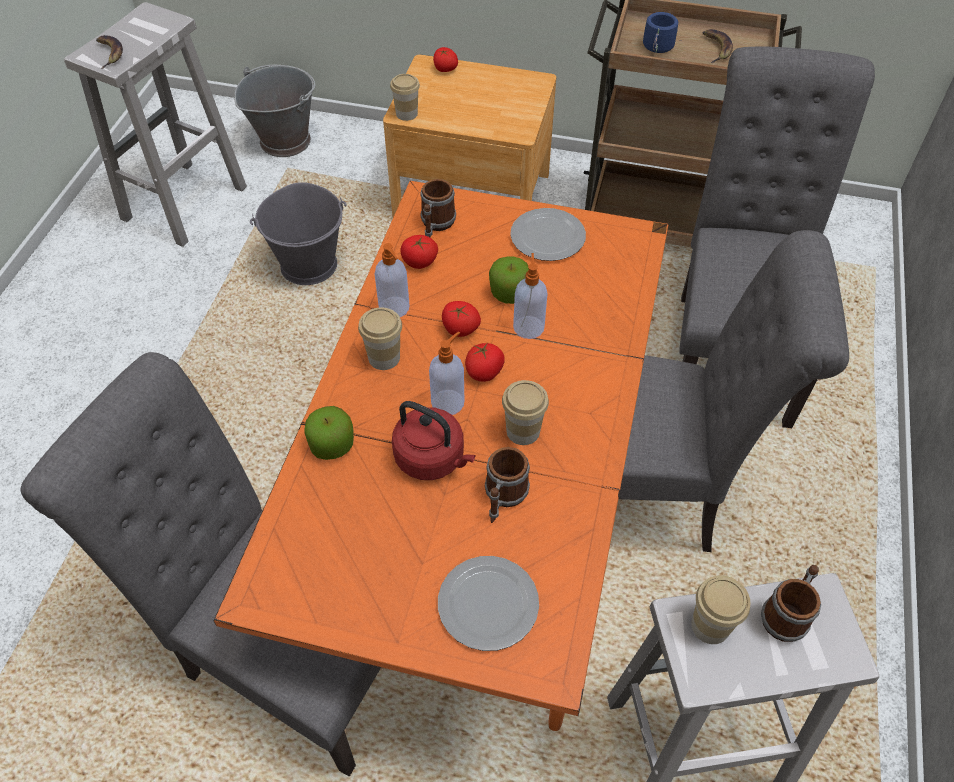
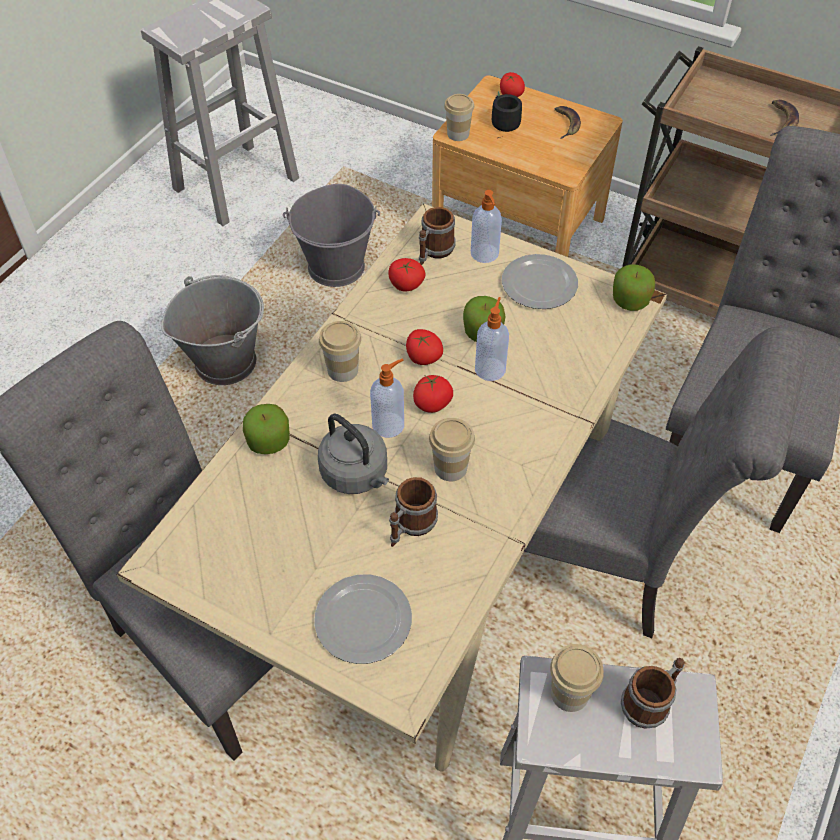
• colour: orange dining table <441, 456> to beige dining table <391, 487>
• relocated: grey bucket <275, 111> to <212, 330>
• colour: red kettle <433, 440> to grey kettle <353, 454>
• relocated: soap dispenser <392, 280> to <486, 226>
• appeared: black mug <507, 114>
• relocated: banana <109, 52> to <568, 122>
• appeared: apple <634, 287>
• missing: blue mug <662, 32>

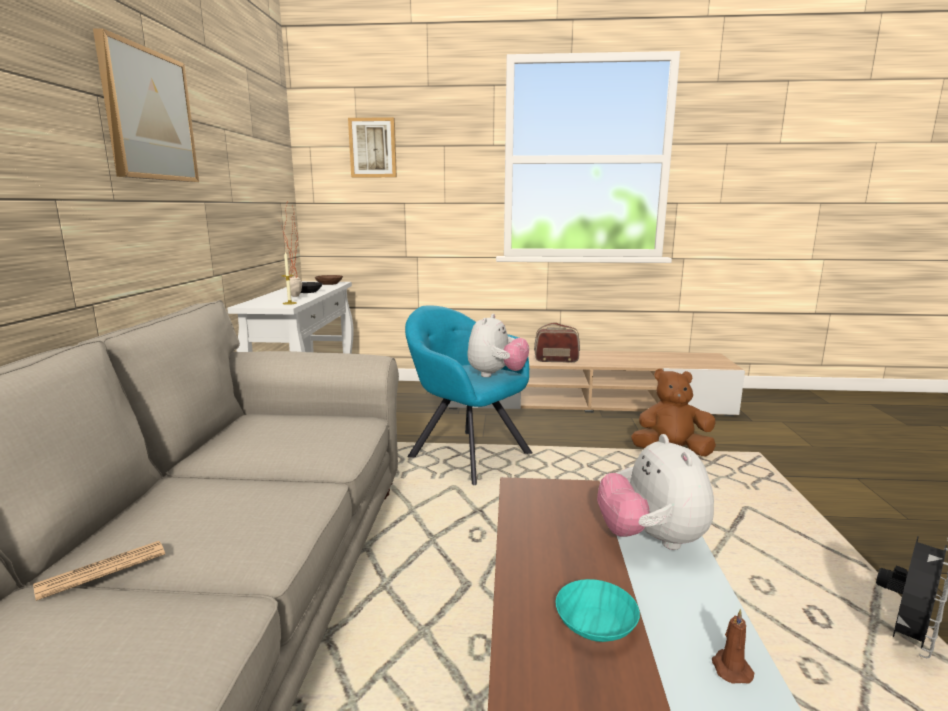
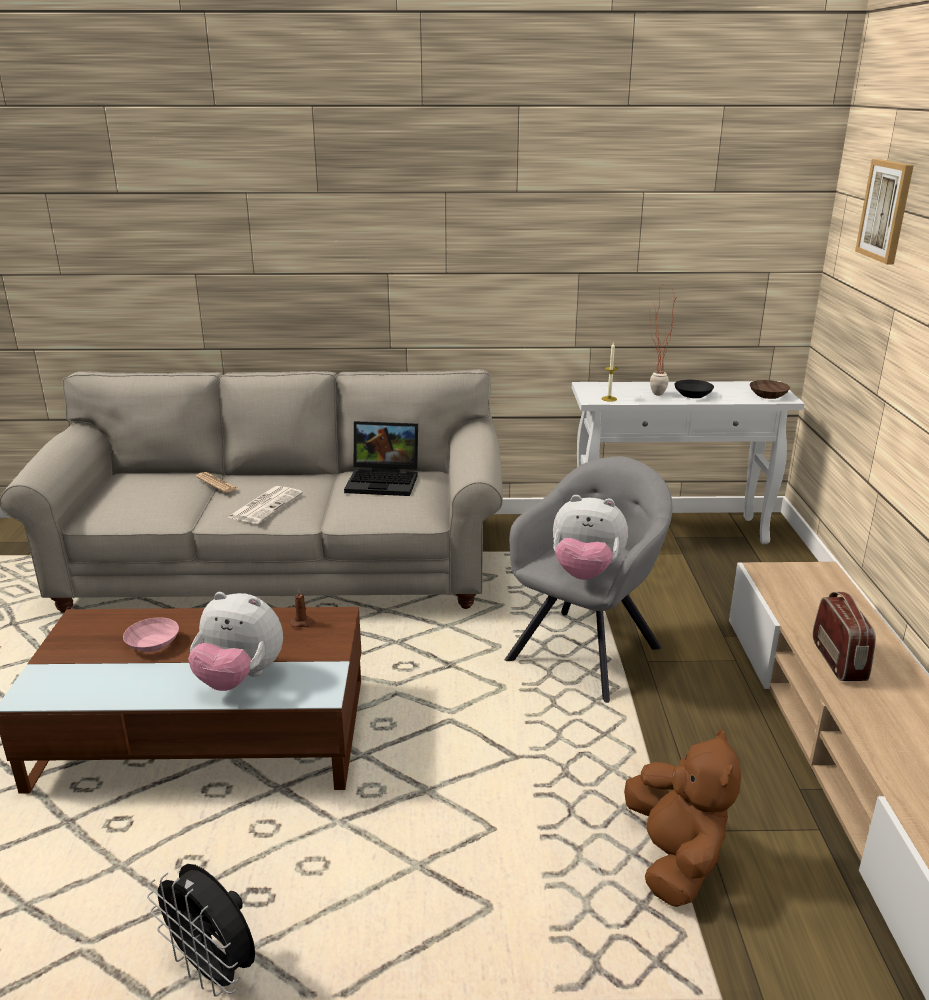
• colour: turquoise bowl <598, 610> to pink bowl <151, 635>
• spun: plush toy <655, 492> = <235, 641> 150 degrees counterclockwise
• appeared: newspaper <265, 505>
• relocated: brown candle <733, 646> to <303, 607>
• appeared: laptop <381, 458>
• colour: turquoise armchair <468, 395> to grey armchair <588, 579>
• missing: picture <146, 105>

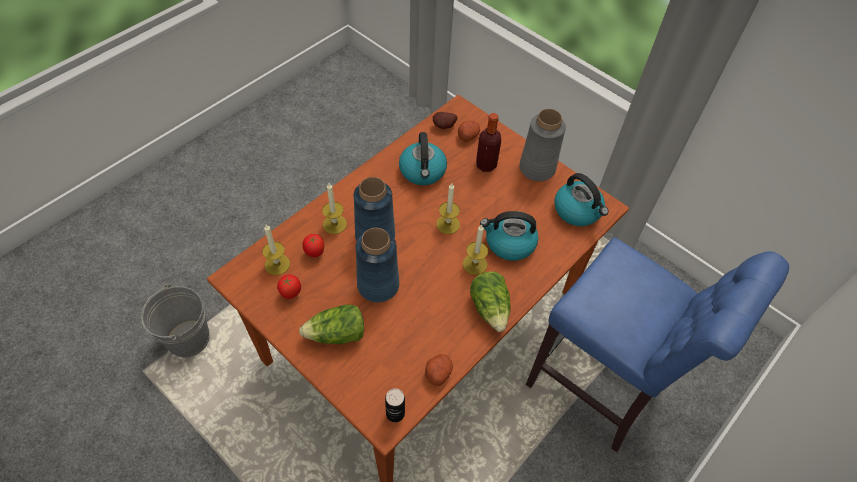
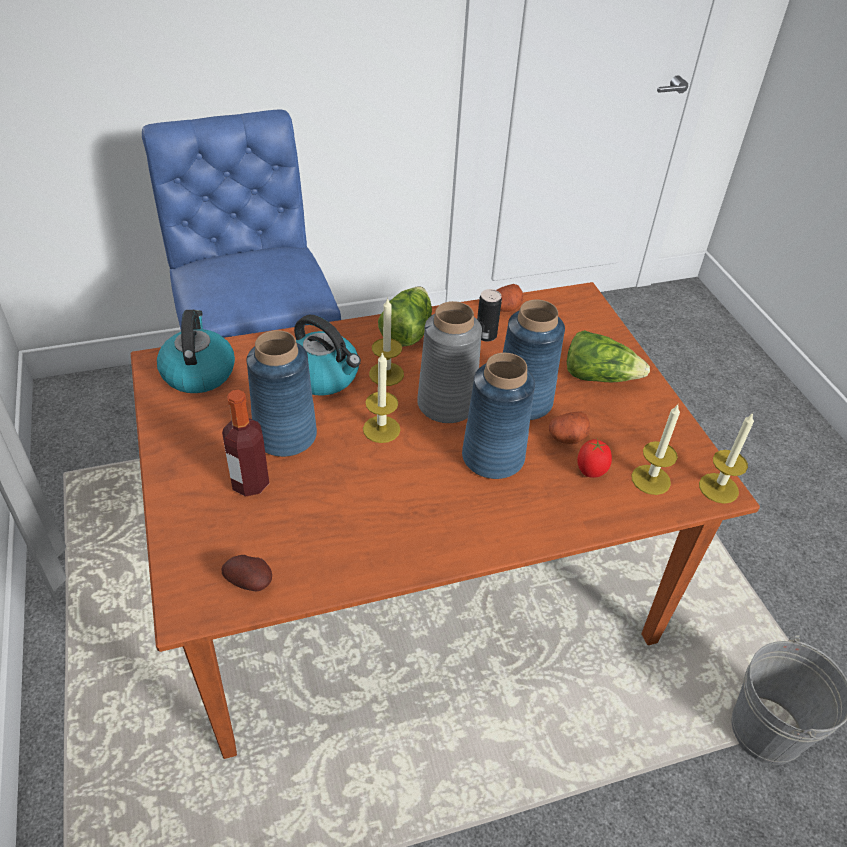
• appeared: blue vase <281, 393>
• relocated: grey vase <542, 145> to <449, 362>
• relocated: can <395, 405> to <489, 315>
• relocated: potato <469, 131> to <569, 427>
• relocated: candle <334, 208> to <726, 458>
• missing: tomato <289, 286>
• missing: kettle <423, 158>

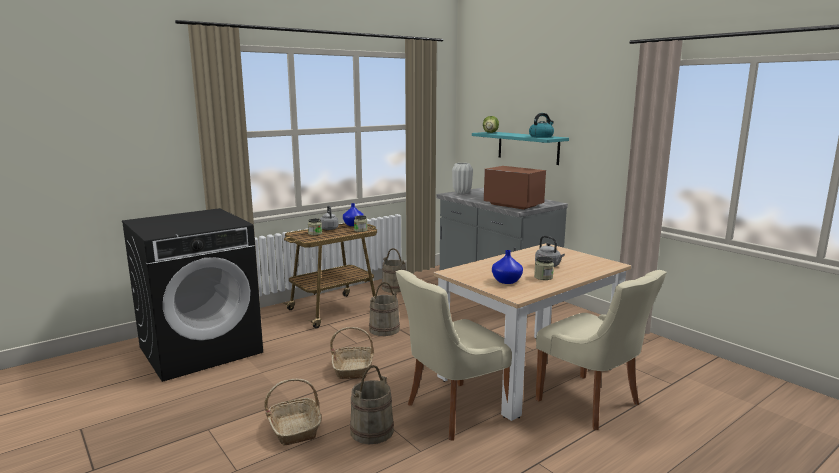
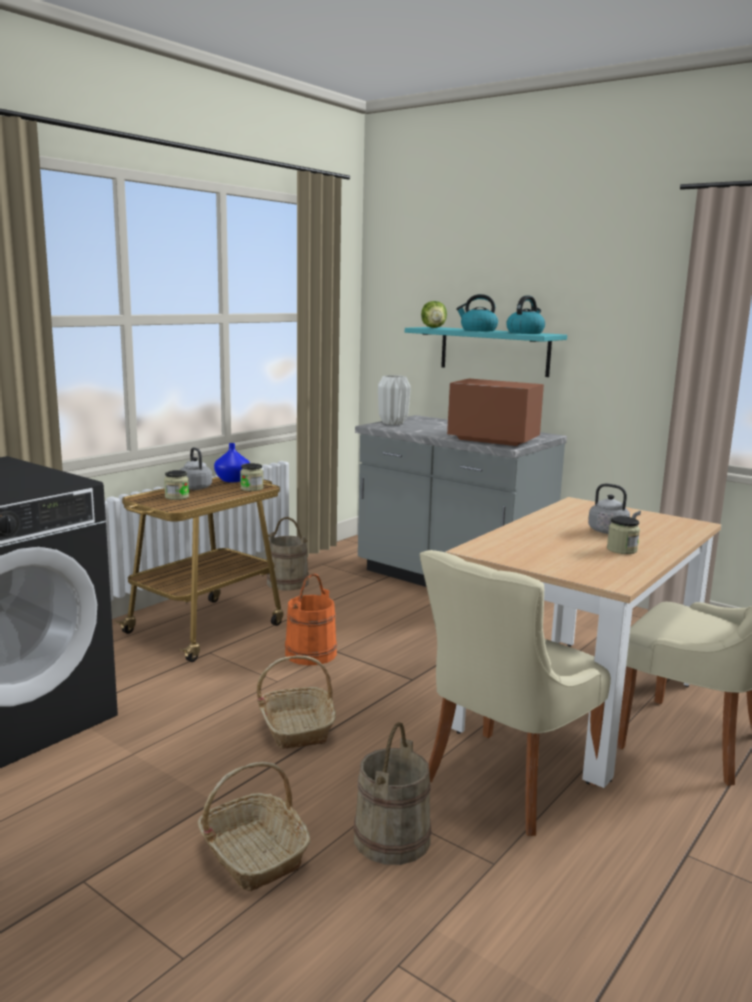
• colour: beige bucket <384, 309> to orange bucket <311, 619>
• appeared: kettle <477, 312>
• missing: blue vase <507, 267>

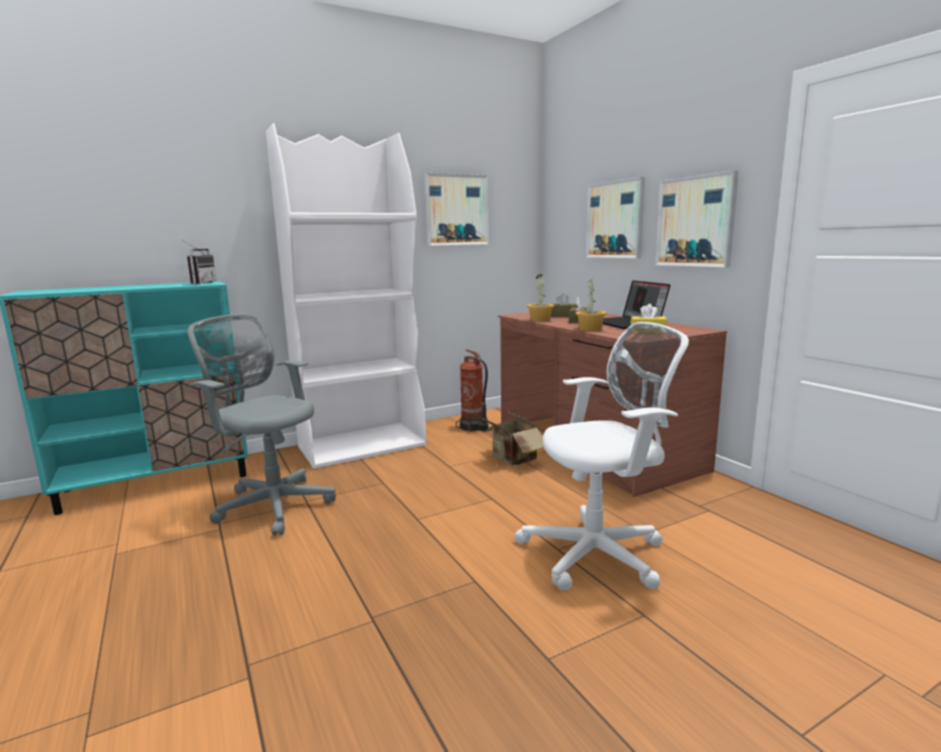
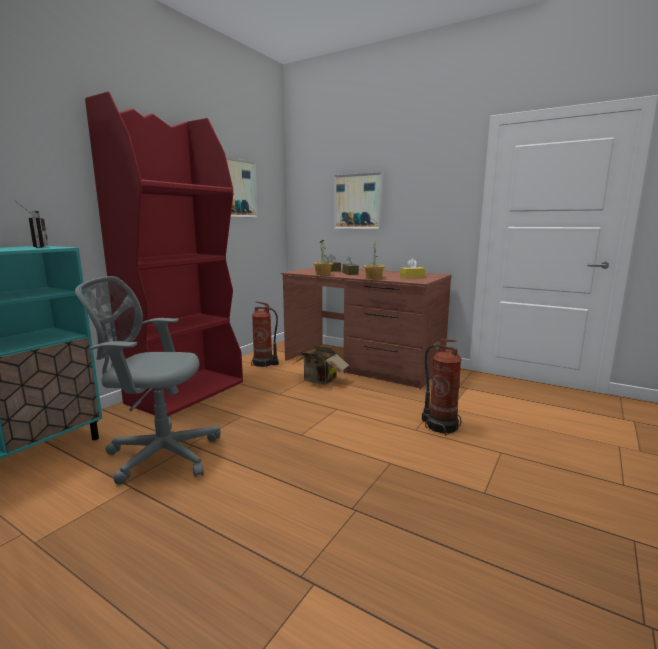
• colour: white bookcase <346, 296> to red bookcase <164, 254>
• exchanged: white office chair <601, 456> to fire extinguisher <442, 387>
• missing: laptop <637, 305>
• missing: picture <697, 219>

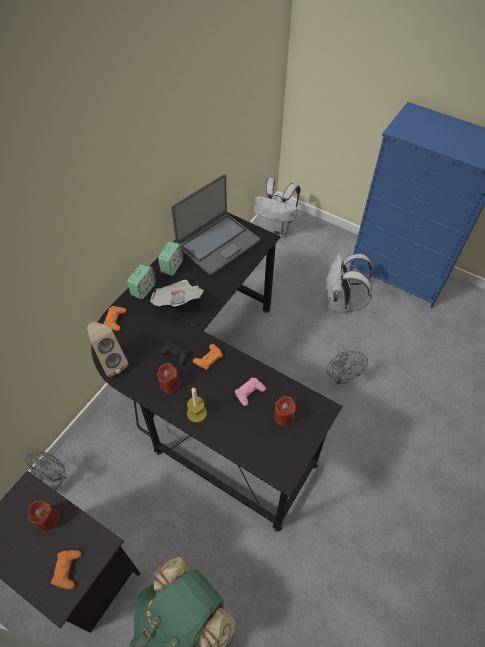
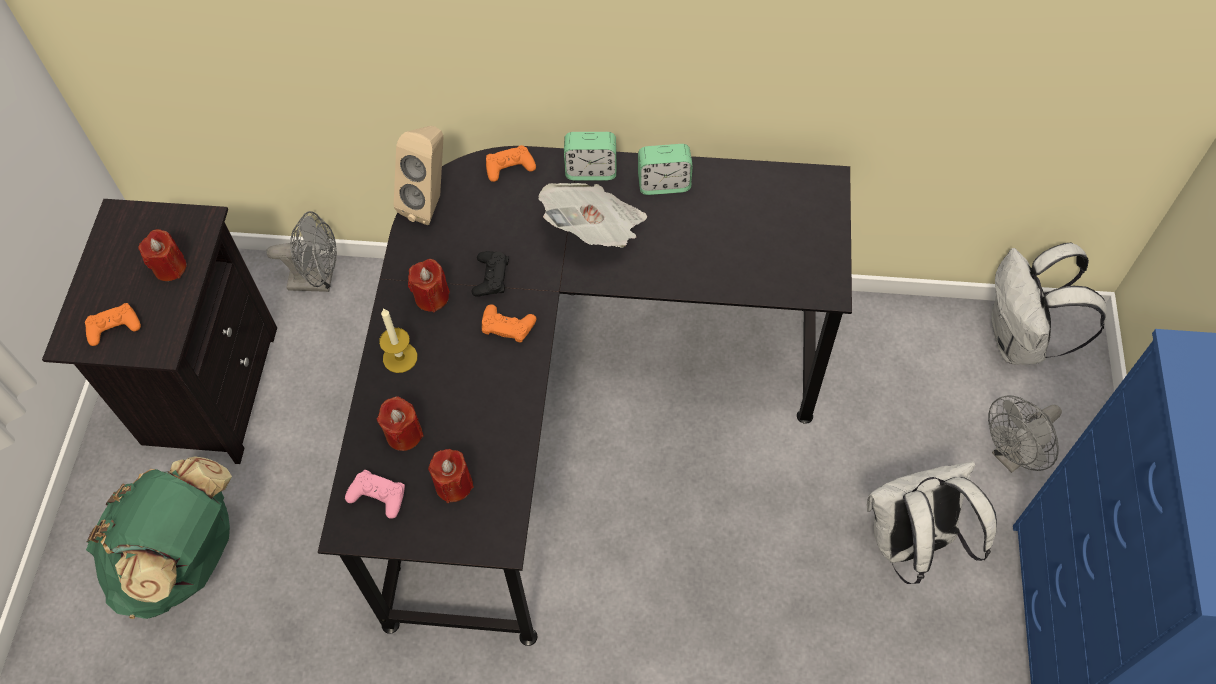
• relocated: pink game controller <250, 391> to <375, 494>
• appeared: red candle <400, 423>
• relocated: grey fan <347, 364> to <1025, 434>
• missing: laptop <215, 224>

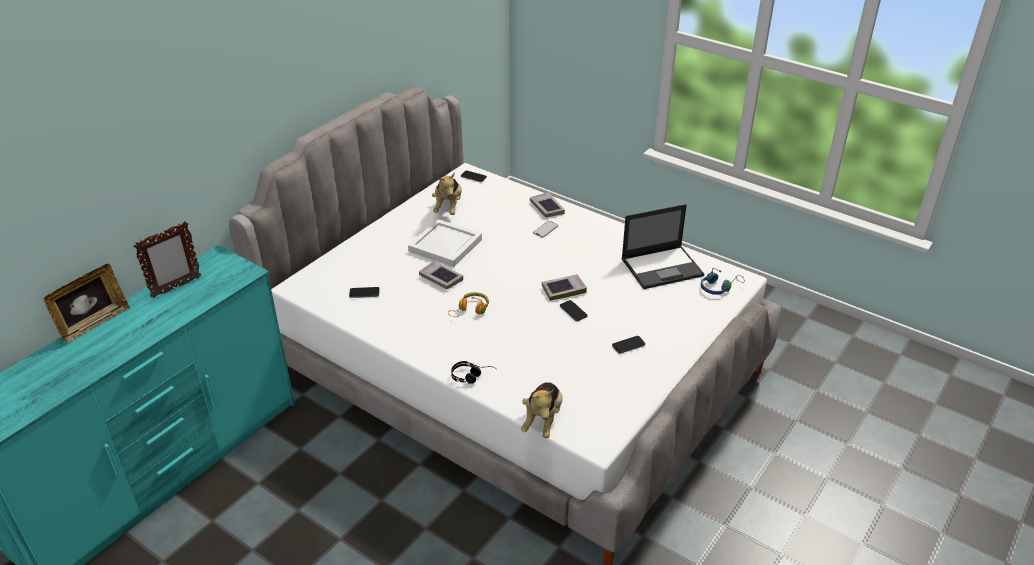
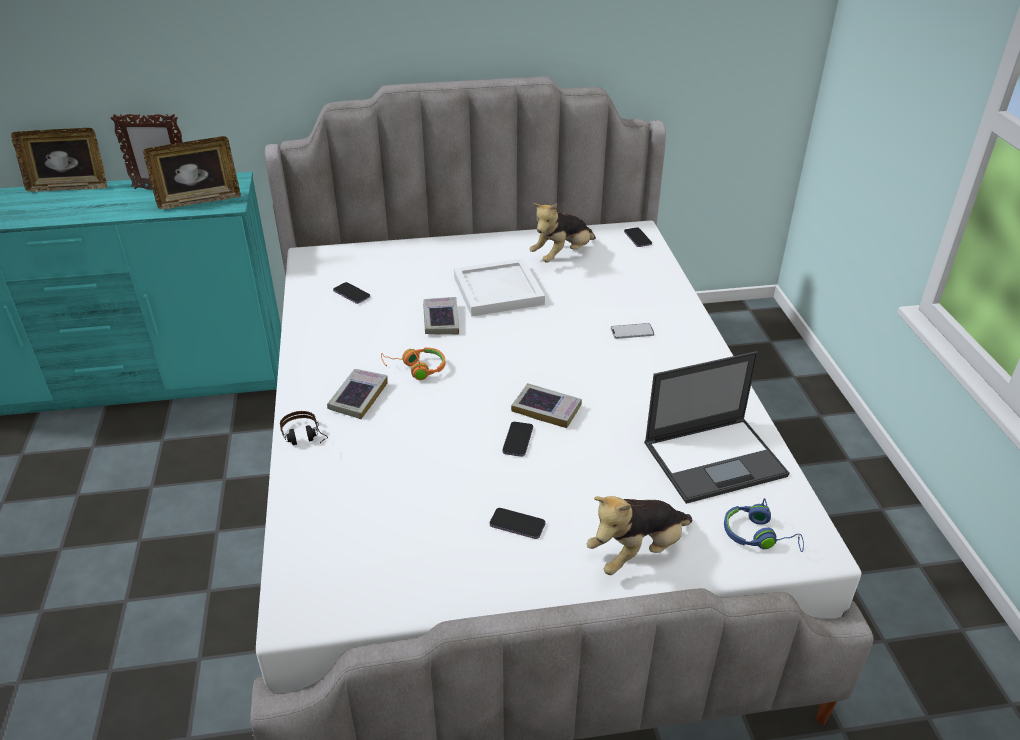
• appeared: picture frame <192, 172>
• relocated: book <547, 204> to <357, 394>
• relocated: plush toy <542, 410> to <639, 535>
• spun: laptop <662, 246> = <716, 427> 45 degrees counterclockwise

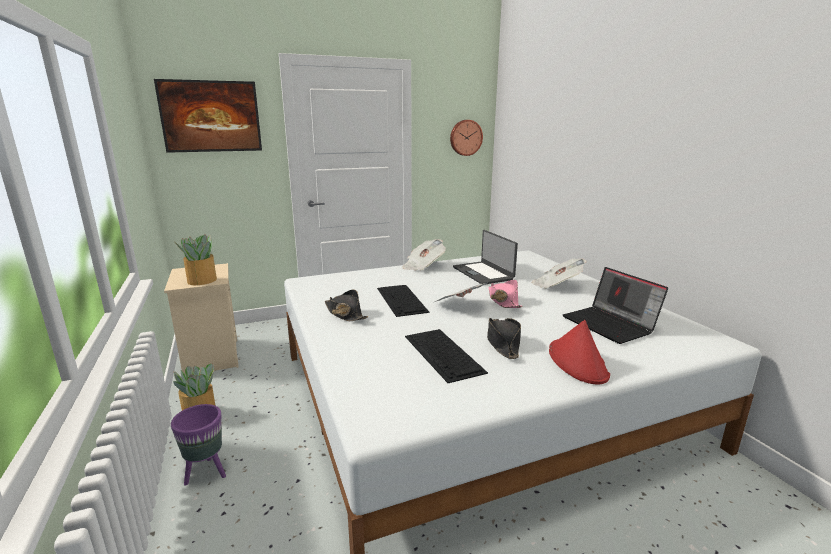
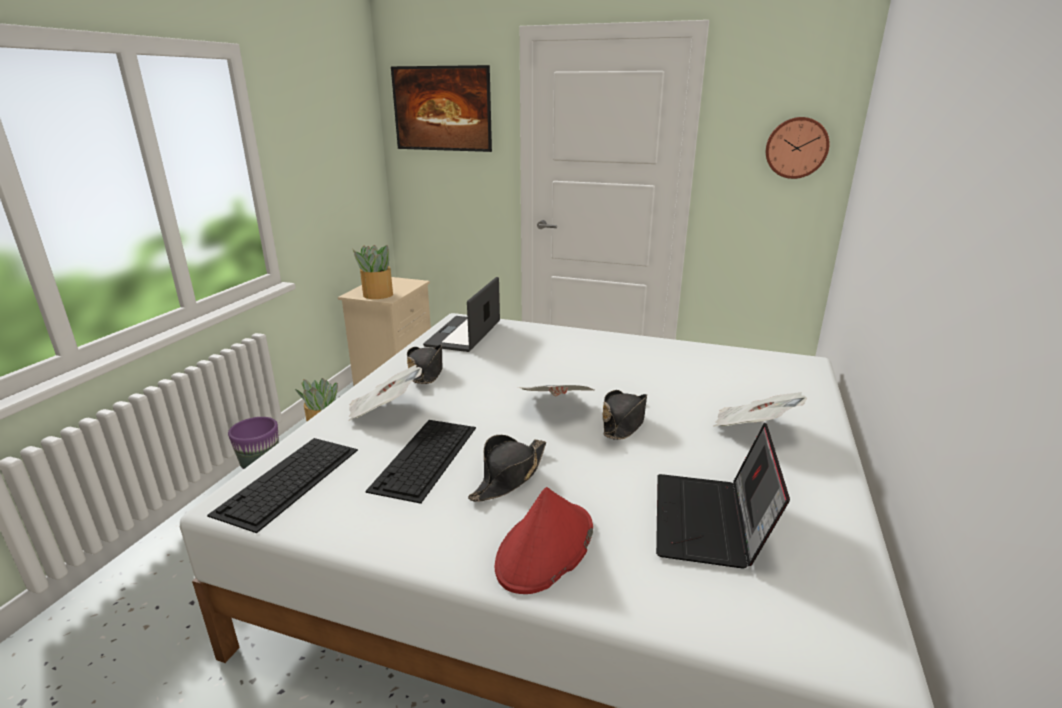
• relocated: keyboard <403, 301> to <282, 485>
• relocated: newspaper <424, 255> to <385, 393>
• relocated: laptop <485, 257> to <461, 314>
• colour: pink hat <506, 294> to black hat <624, 415>

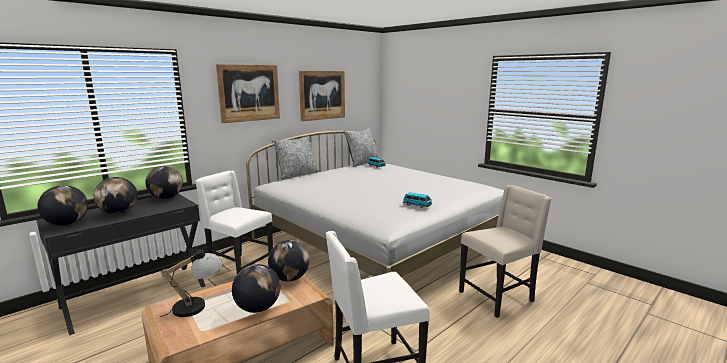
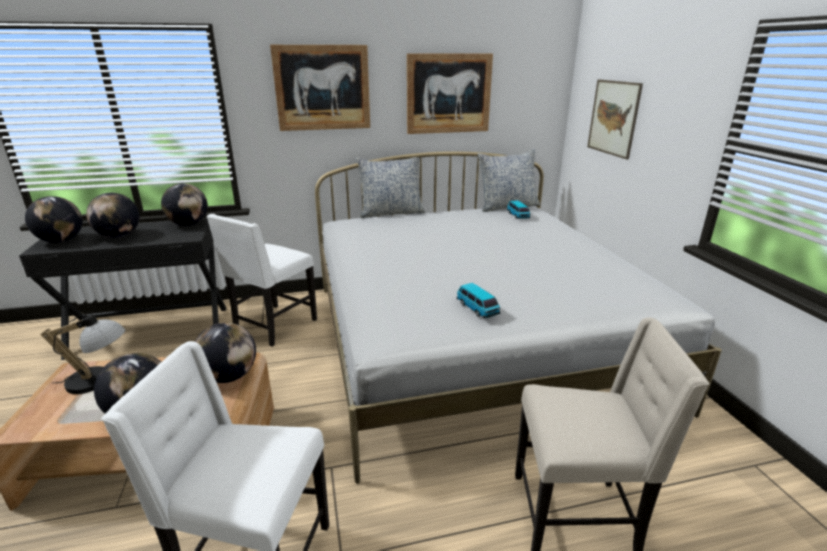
• spun: white chair <234, 222> = <262, 280> 120 degrees counterclockwise
• appeared: picture <615, 119>

